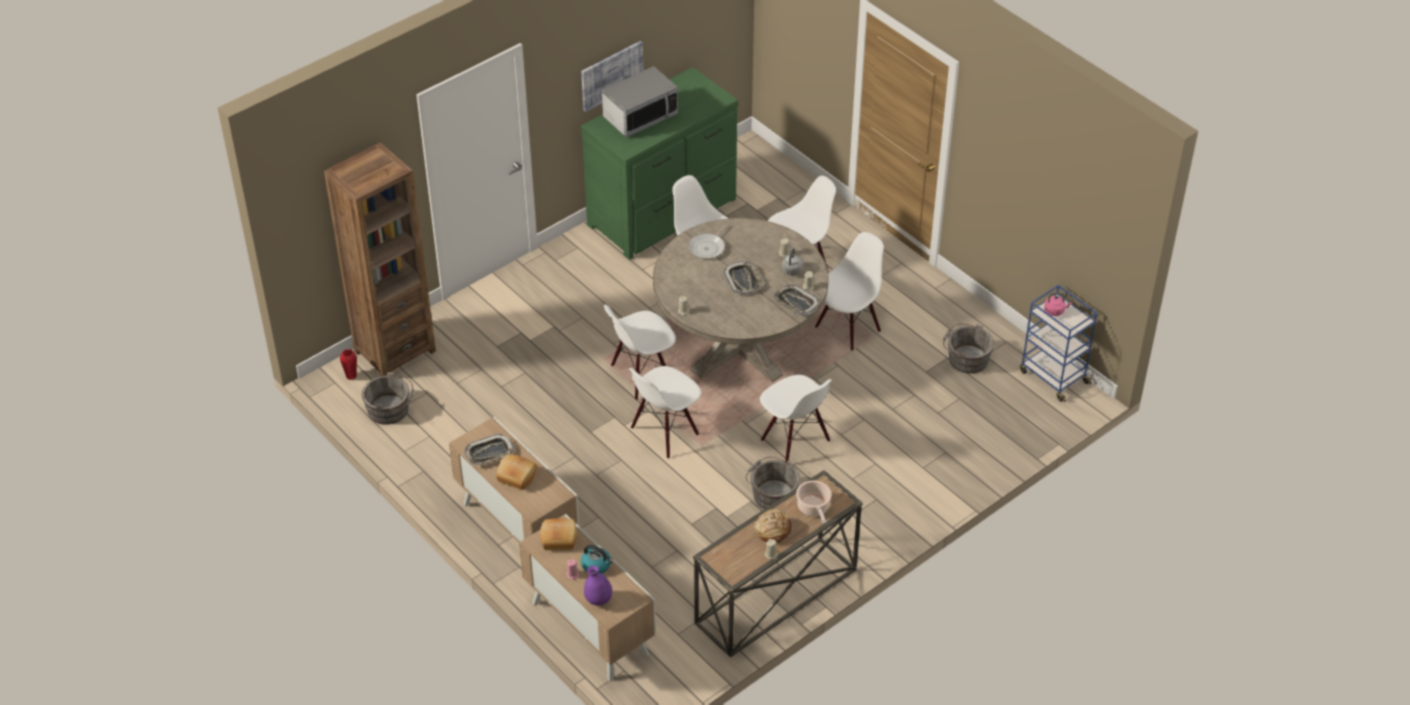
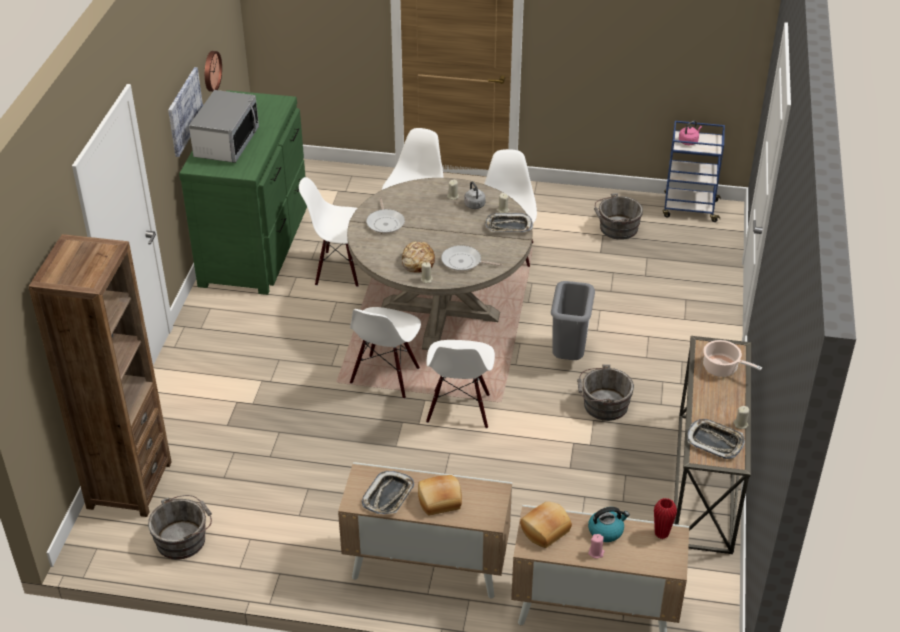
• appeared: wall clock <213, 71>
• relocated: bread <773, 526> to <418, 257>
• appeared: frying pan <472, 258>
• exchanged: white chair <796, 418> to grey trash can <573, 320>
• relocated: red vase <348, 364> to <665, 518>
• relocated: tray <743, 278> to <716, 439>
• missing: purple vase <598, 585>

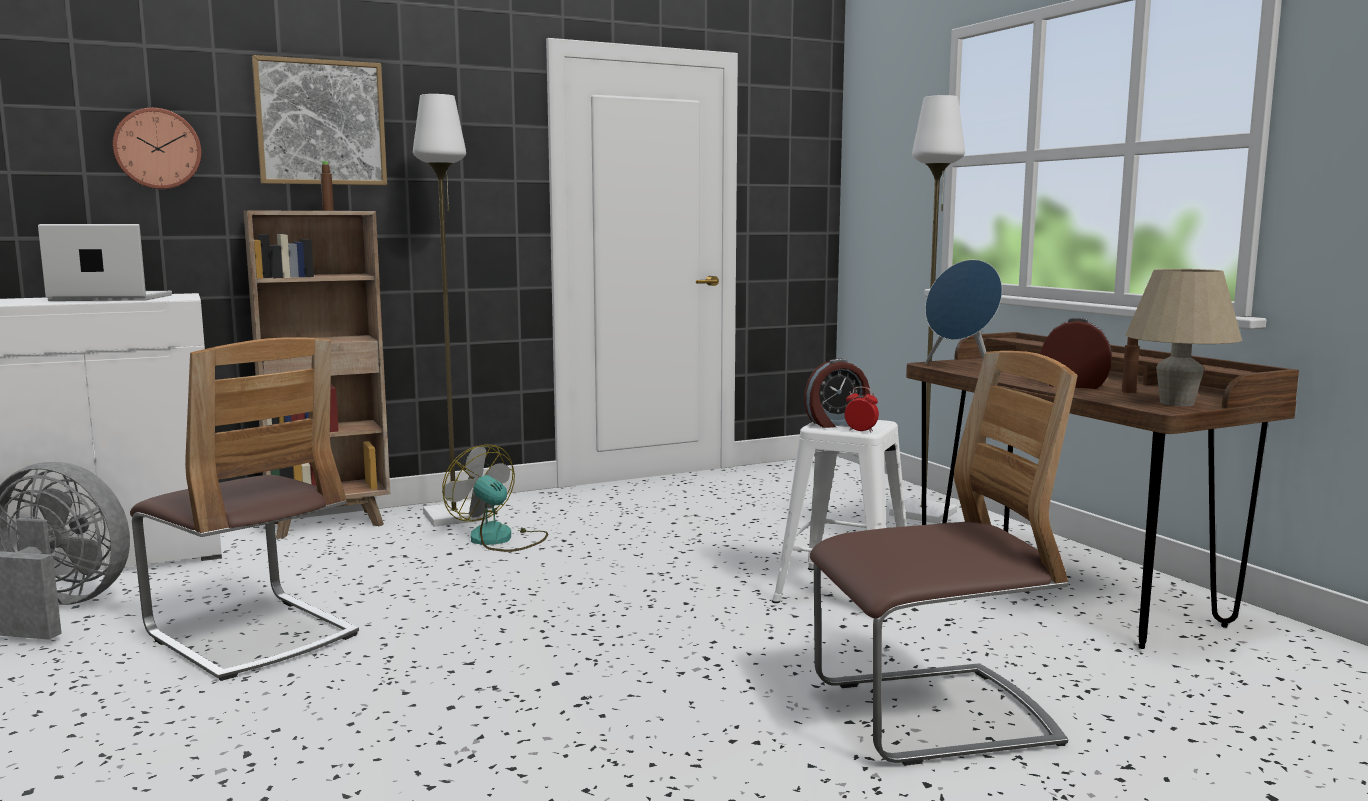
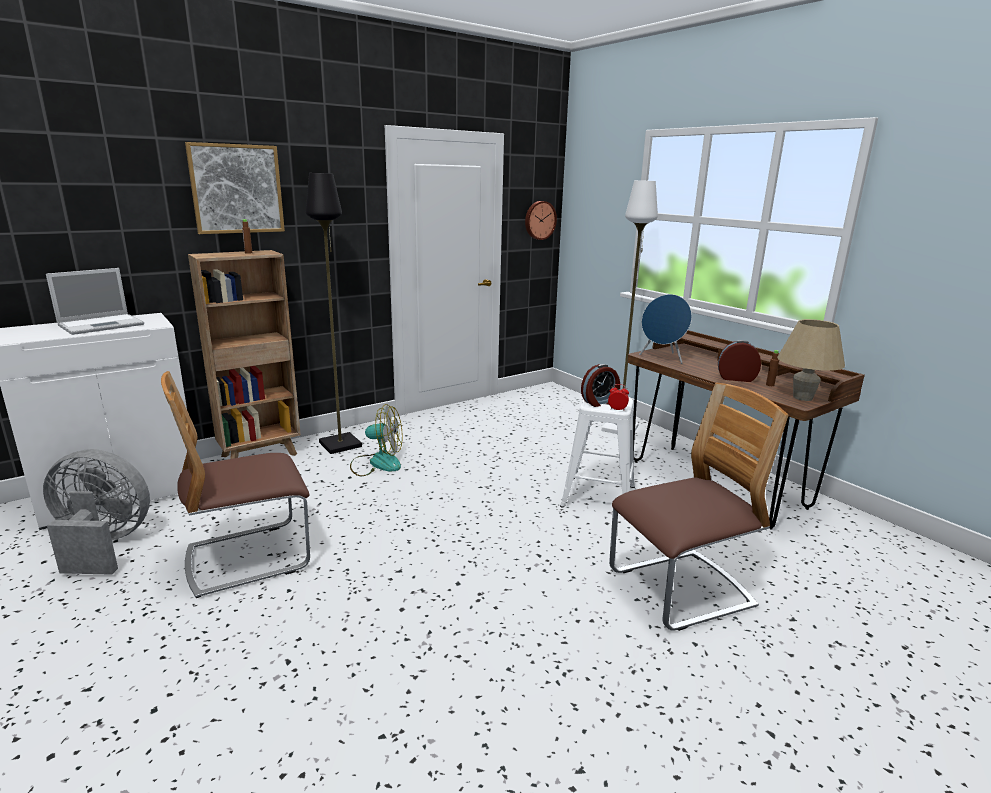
• spun: laptop <105, 262> = <95, 301> 150 degrees clockwise
• spun: chair <244, 509> = <235, 484> 120 degrees clockwise
• colour: white floor lamp <449, 310> to black floor lamp <334, 313>
• spun: fan <495, 498> = <376, 440> 150 degrees clockwise
• relocated: wall clock <157, 148> to <541, 220>

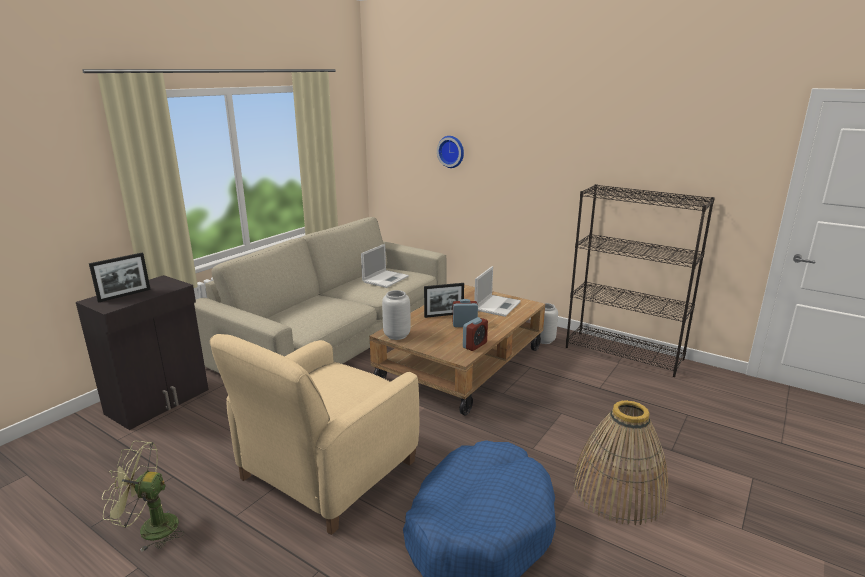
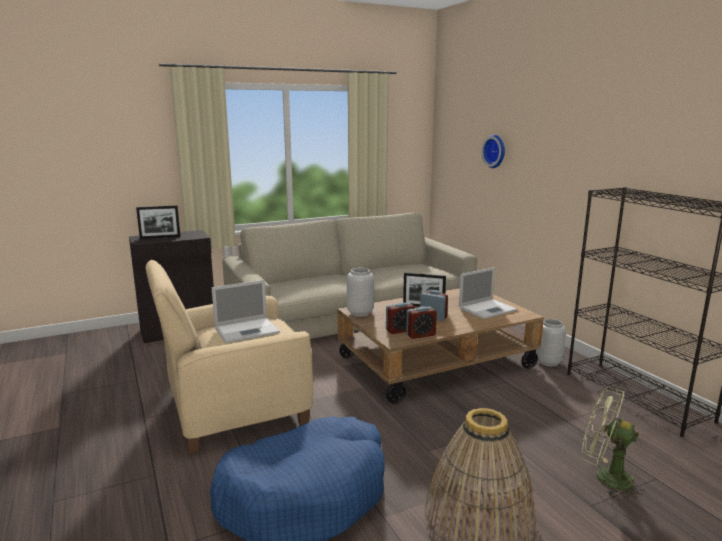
• relocated: laptop <385, 266> to <246, 311>
• appeared: alarm clock <400, 318>
• relocated: green fan <143, 496> to <613, 443>

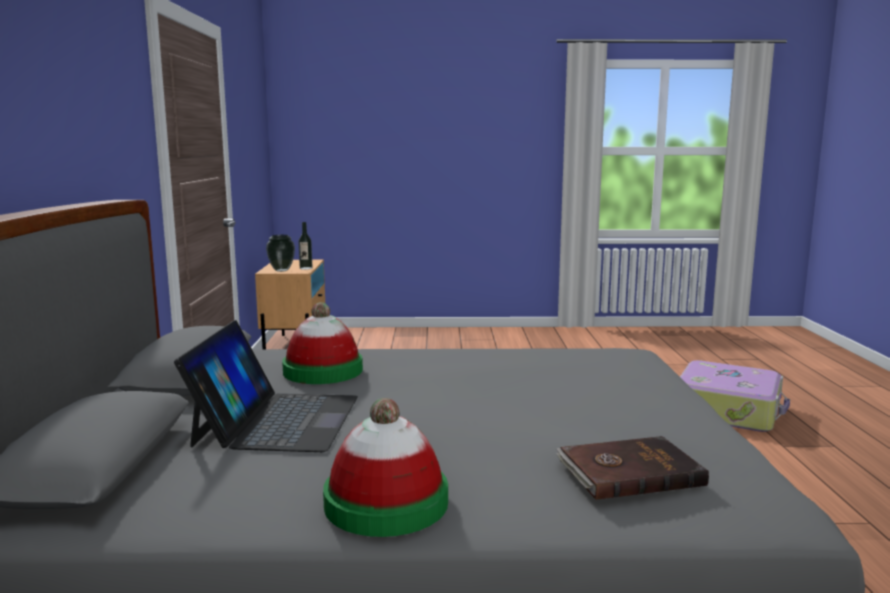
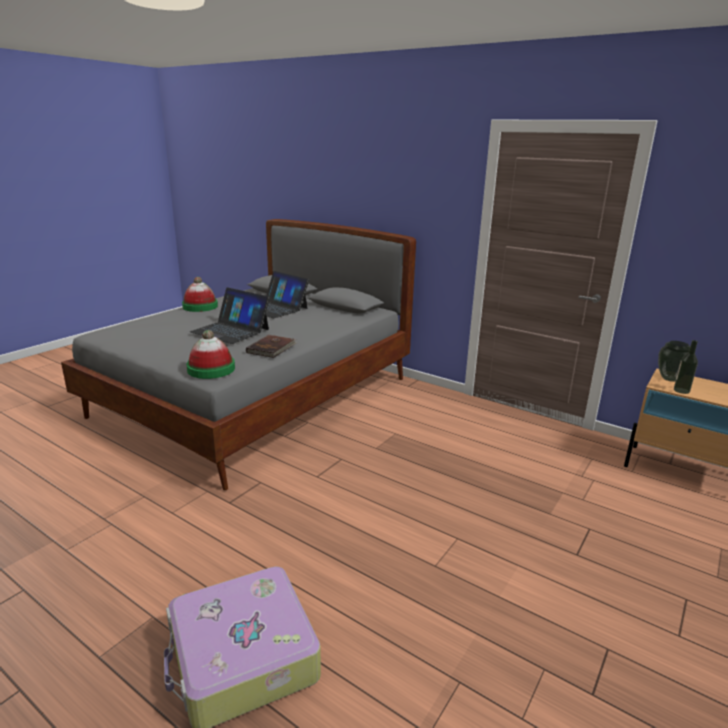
• relocated: hat <322, 343> to <210, 354>
• appeared: laptop <230, 315>
• relocated: brown book <632, 468> to <271, 346>

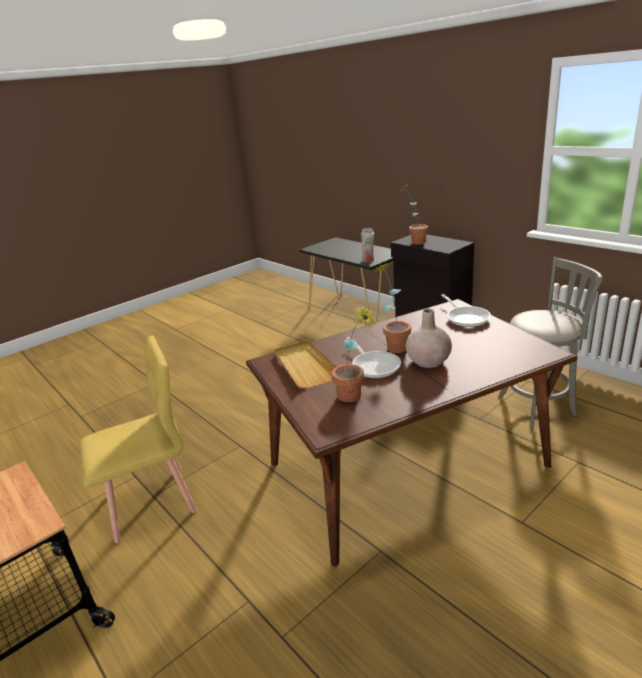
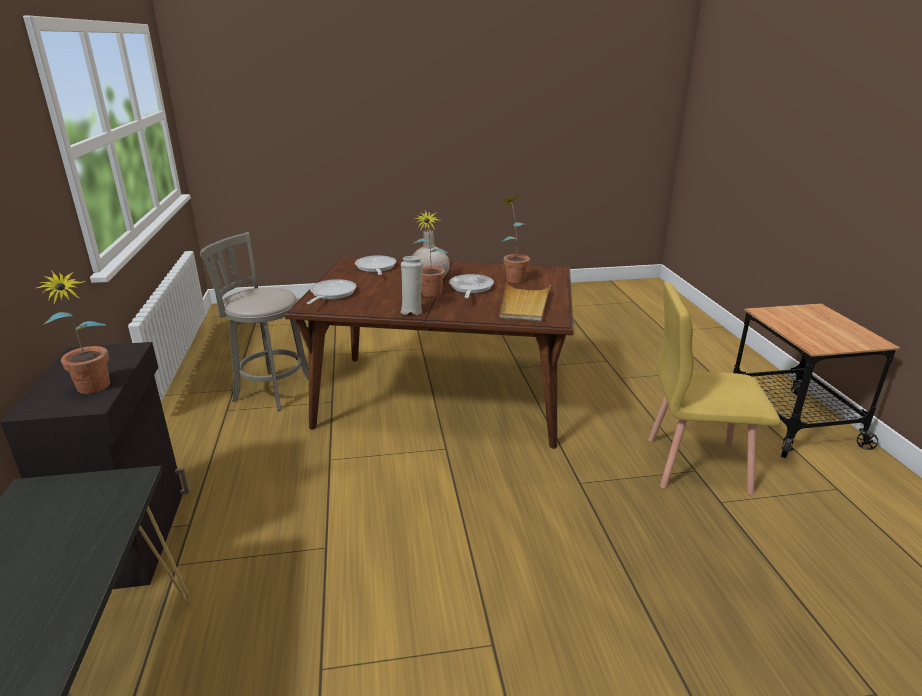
• appeared: frying pan <375, 265>
• relocated: white vase <367, 245> to <411, 285>

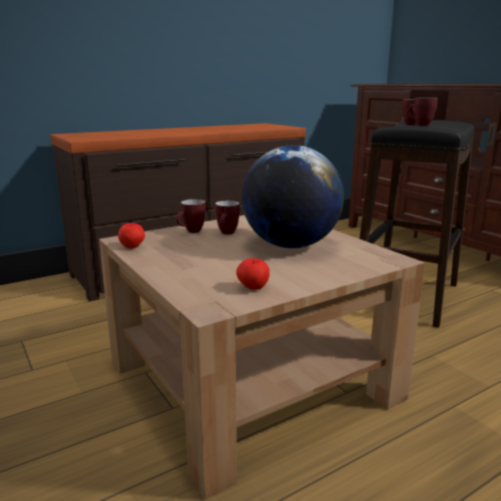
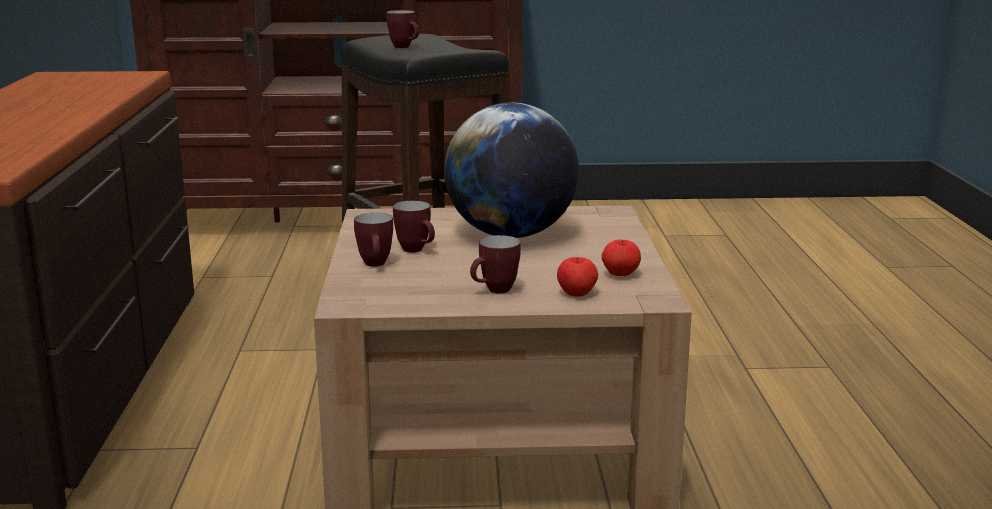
• relocated: mug <422, 112> to <495, 264>
• relocated: apple <131, 236> to <577, 277>

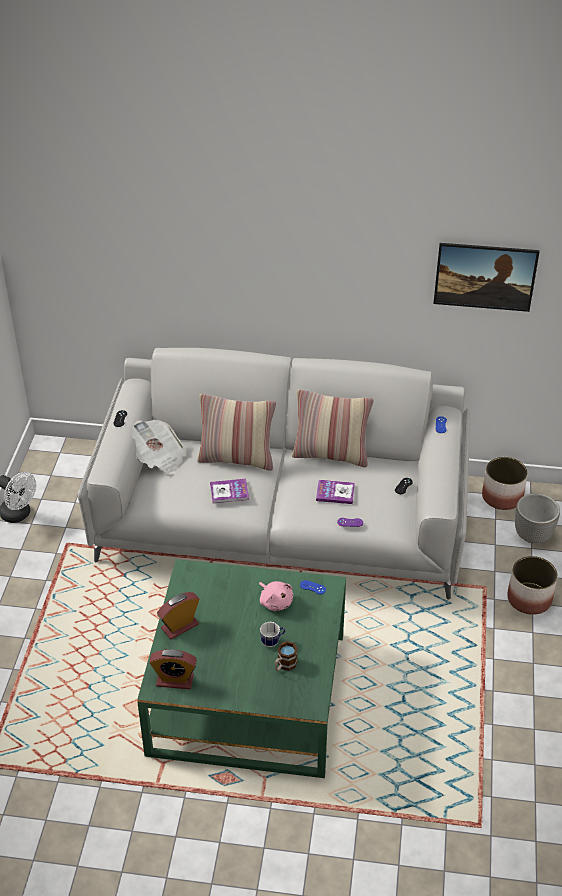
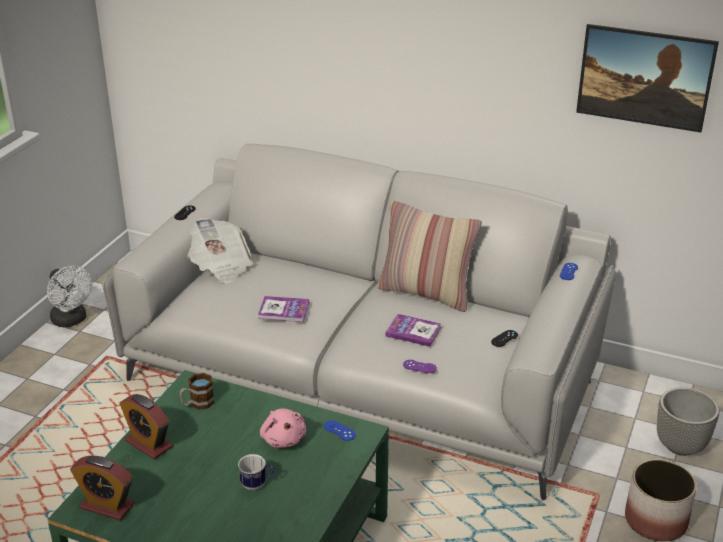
• spun: alarm clock <178, 615> = <146, 427> 120 degrees counterclockwise
• relocated: mug <286, 656> to <196, 391>
• missing: pillow <236, 432>
• missing: planter <505, 483>

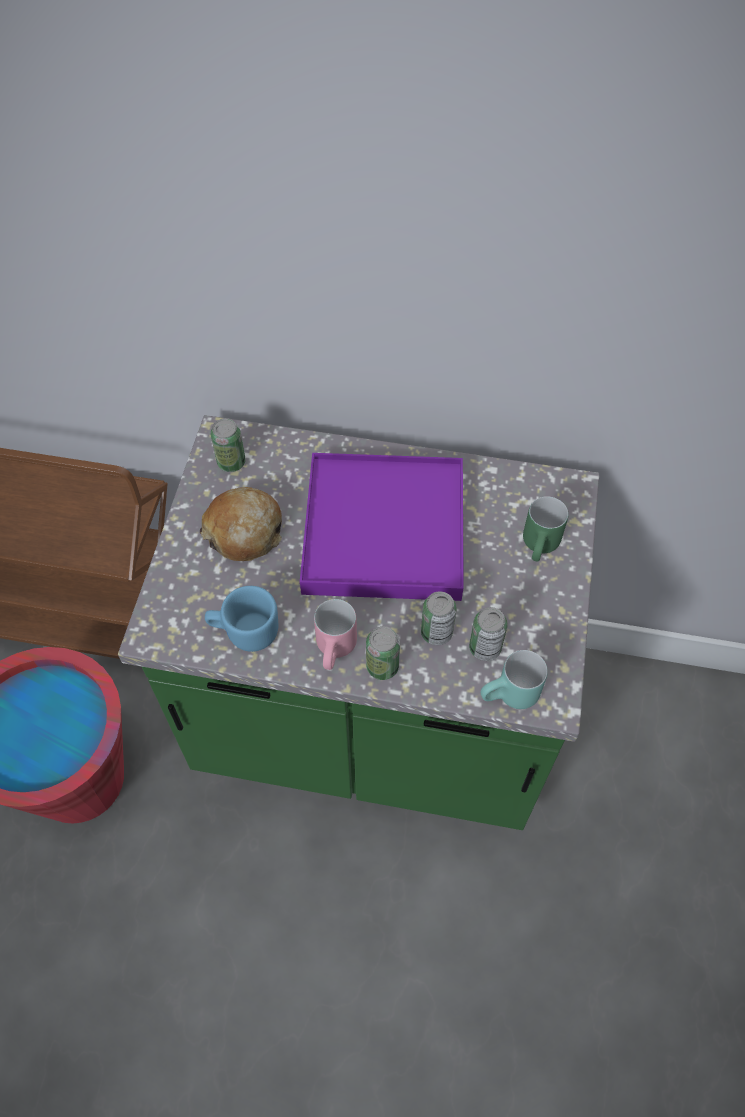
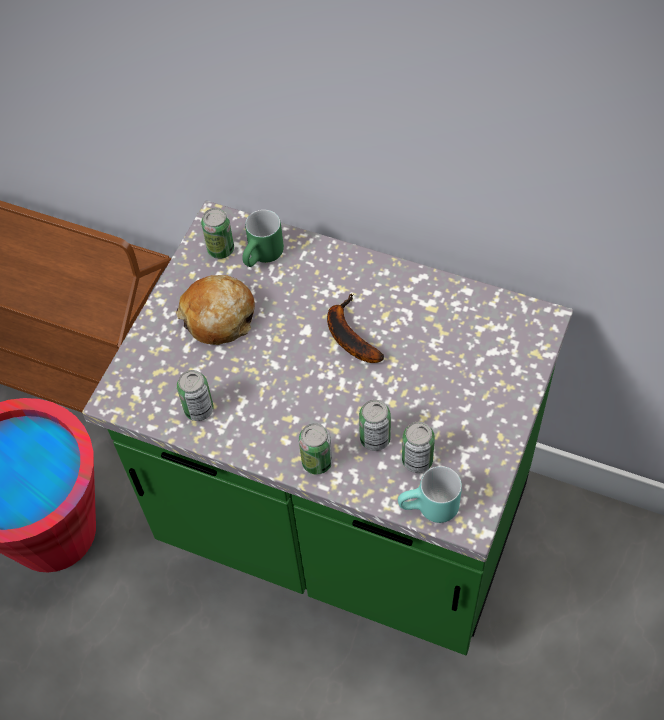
• exchanged: blue mug <241, 619> to can <195, 395>
• relocated: green mug <545, 529> to <263, 238>
• exchanged: purple tray <382, 527> to banana <355, 328>
• missing: pink mug <335, 634>

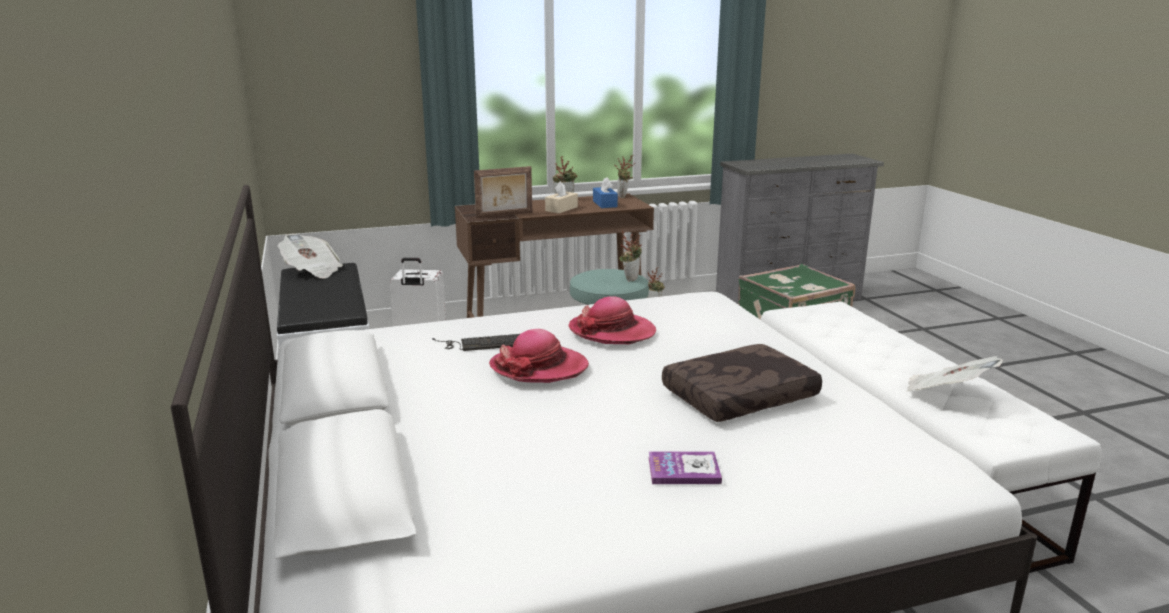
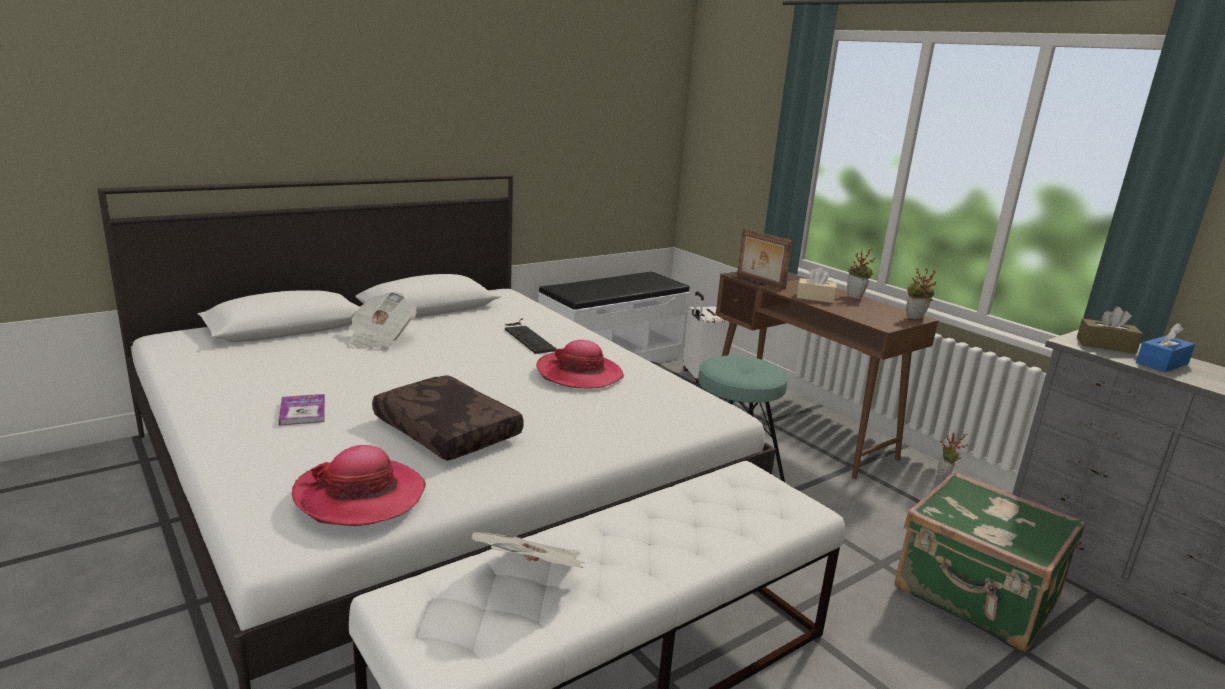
• relocated: hat <539, 356> to <359, 485>
• relocated: newspaper <310, 256> to <382, 320>
• appeared: brown tissue box <1110, 330>
• relocated: blue tissue box <605, 192> to <1165, 347>
• missing: potted plant <630, 256>

